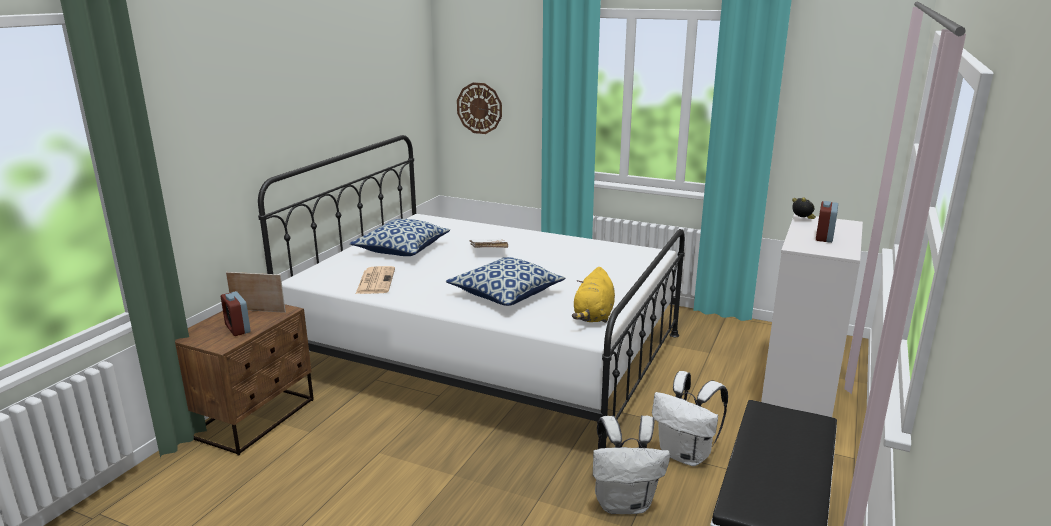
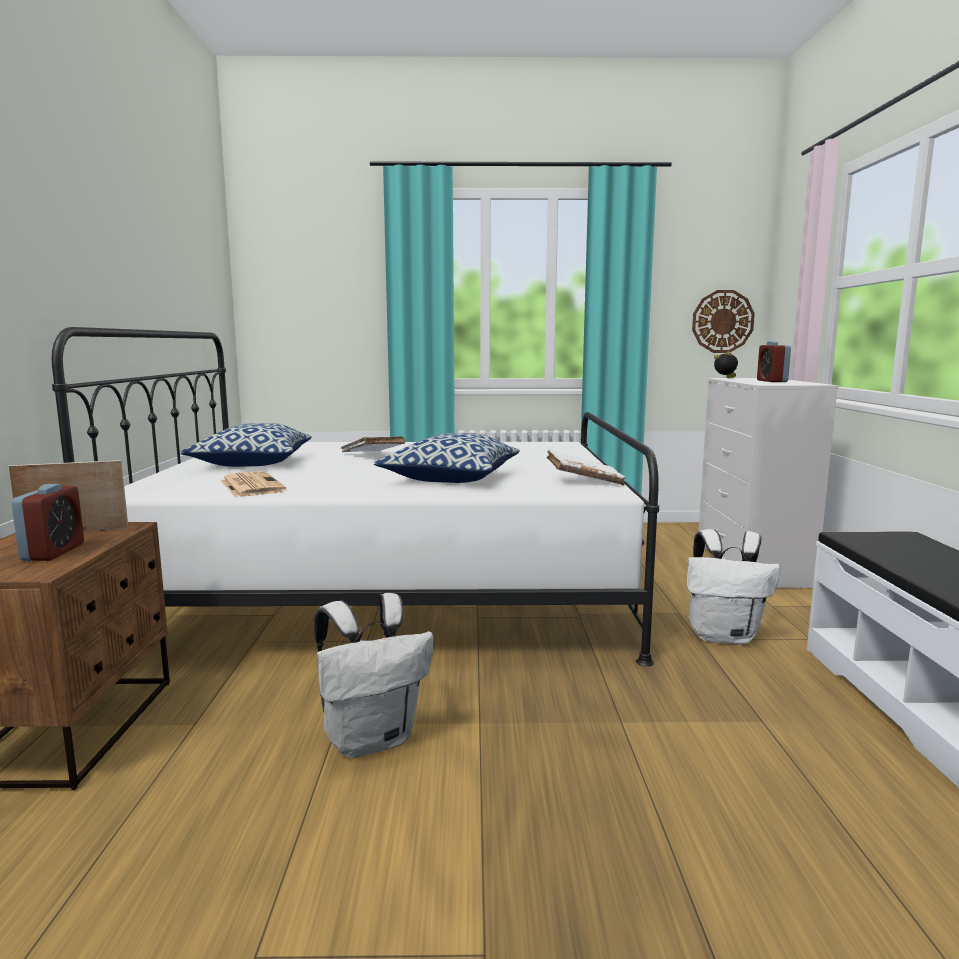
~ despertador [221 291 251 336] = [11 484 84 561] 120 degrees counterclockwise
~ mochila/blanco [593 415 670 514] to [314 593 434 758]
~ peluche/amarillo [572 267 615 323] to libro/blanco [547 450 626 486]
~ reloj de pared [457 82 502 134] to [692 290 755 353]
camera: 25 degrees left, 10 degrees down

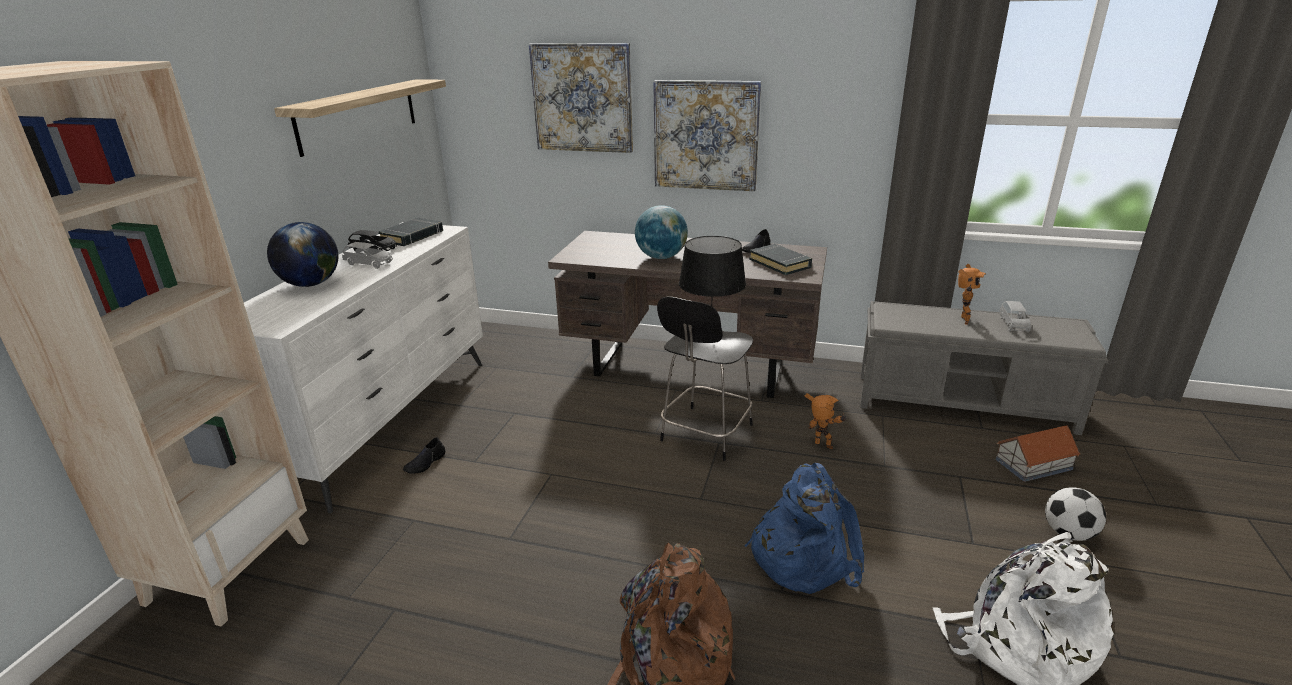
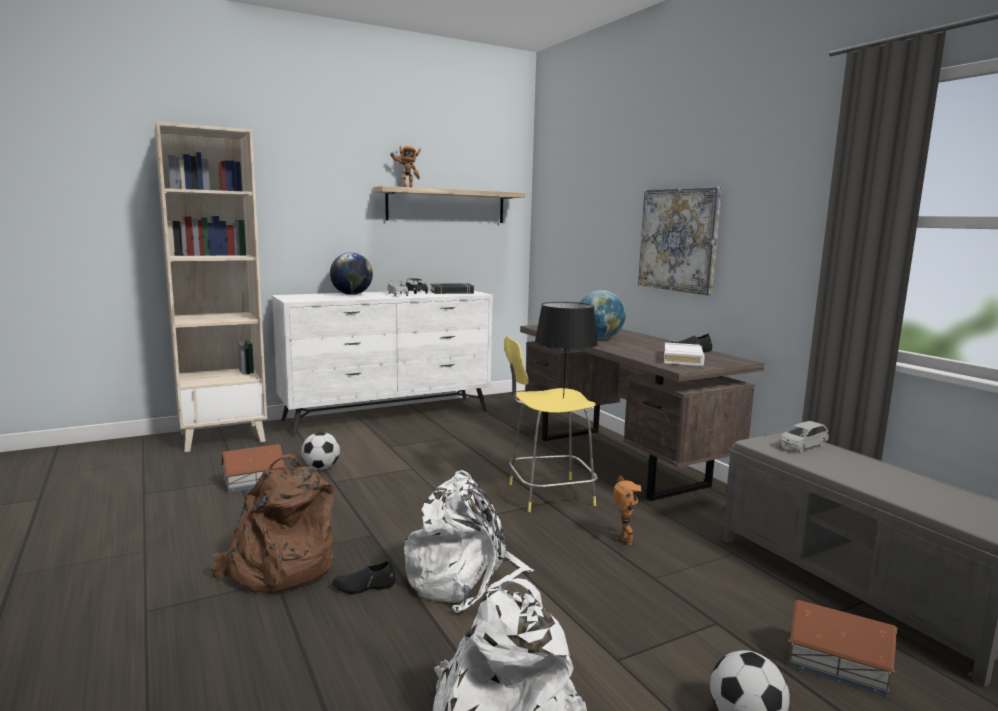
+ casita [221 444 286 493]
+ balón de fútbol [301 432 340 470]
~ zapato/negro [403 437 445 474] to [332 561 396 594]
~ robot de juguete [958 264 986 325] to [390 146 421 187]
~ mochila/azul [744 463 864 594] to mochila/blanco [404 470 534 613]
~ taburete/negro [657 297 753 461] to taburete/amarillo [504 336 598 512]
~ libro/negro [749 244 812 275] to libro/blanco [664 343 705 366]
~ coche de juguete/gris [999 301 1031 333] to [778 421 829 453]
- cuadro [529 43 633 153]
camera: 45 degrees right, 15 degrees down

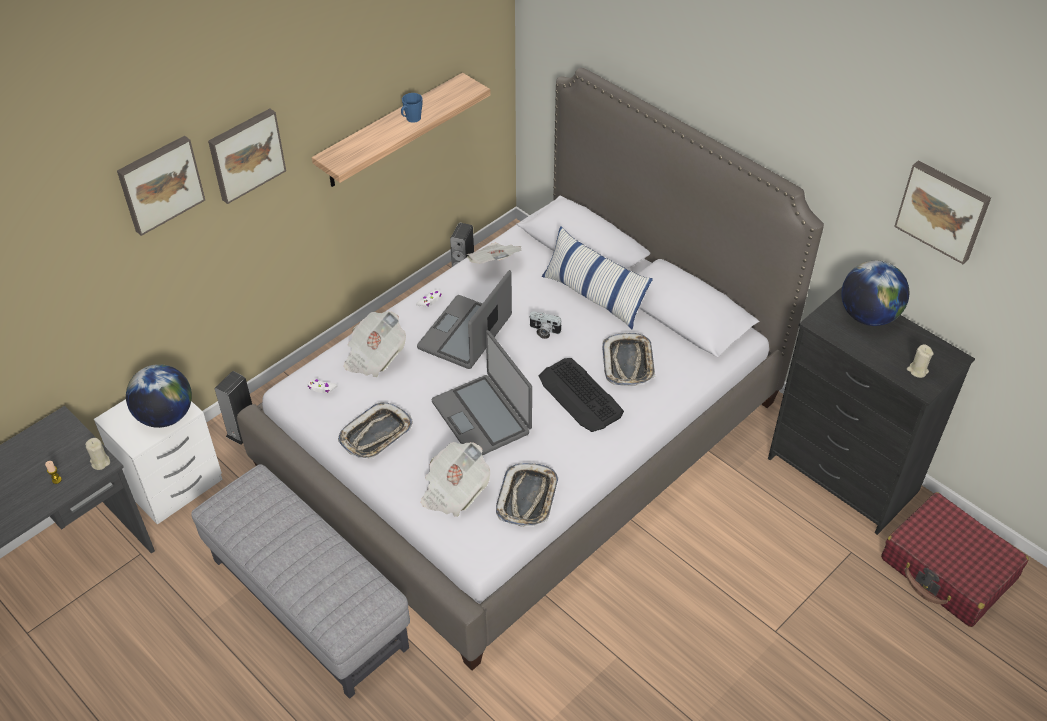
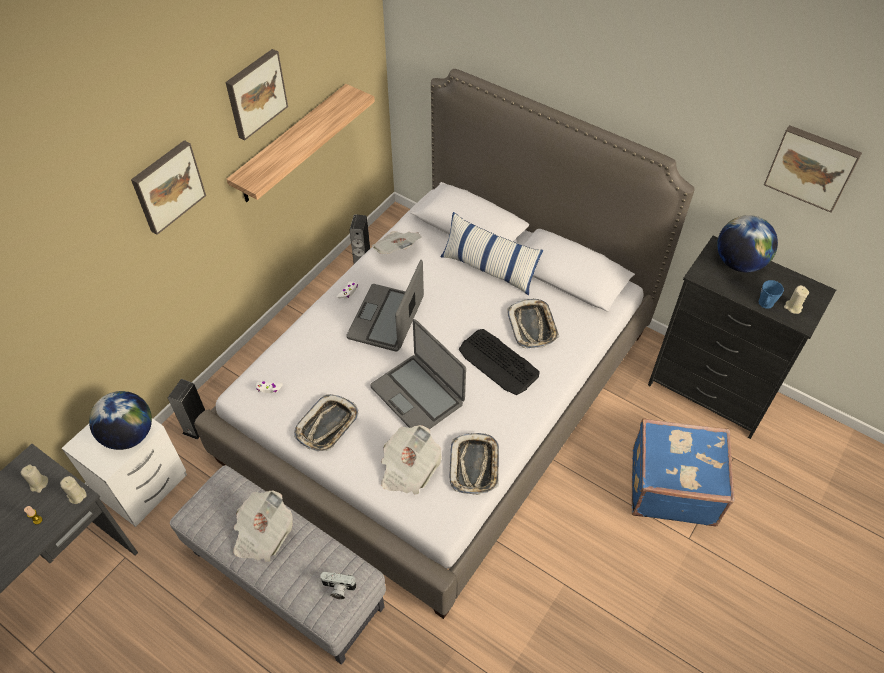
+ vela/beis [20 464 48 493]
~ cuadro [117 136 205 236] to [225 49 288 140]
~ periódico [344 311 406 377] to [233 491 293 562]
~ cámara [529 311 562 339] to [320 572 357 599]
+ maleta/azul [632 418 735 526]
~ taza grande/azul [401 93 423 123] to [758 280 784 309]
- maleta/rojo [881 492 1029 627]
camera: 10 degrees left, 5 degrees up

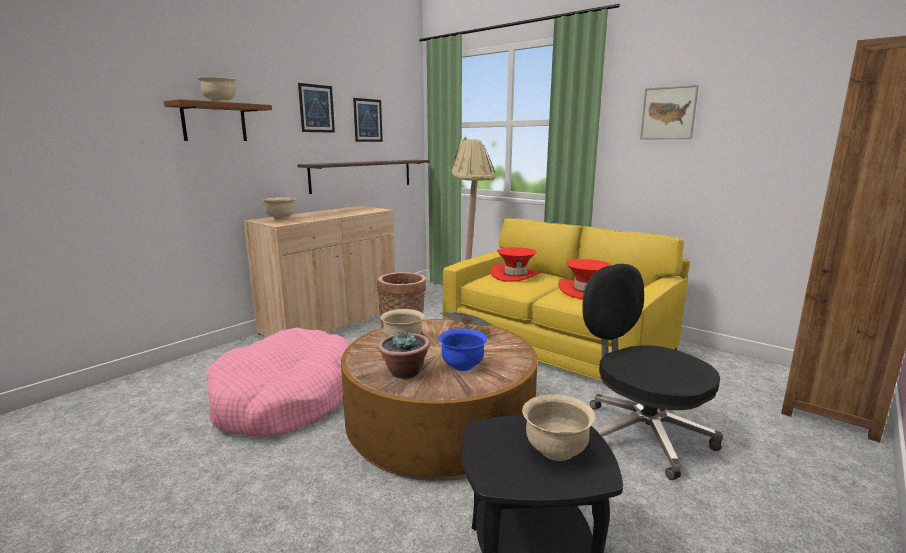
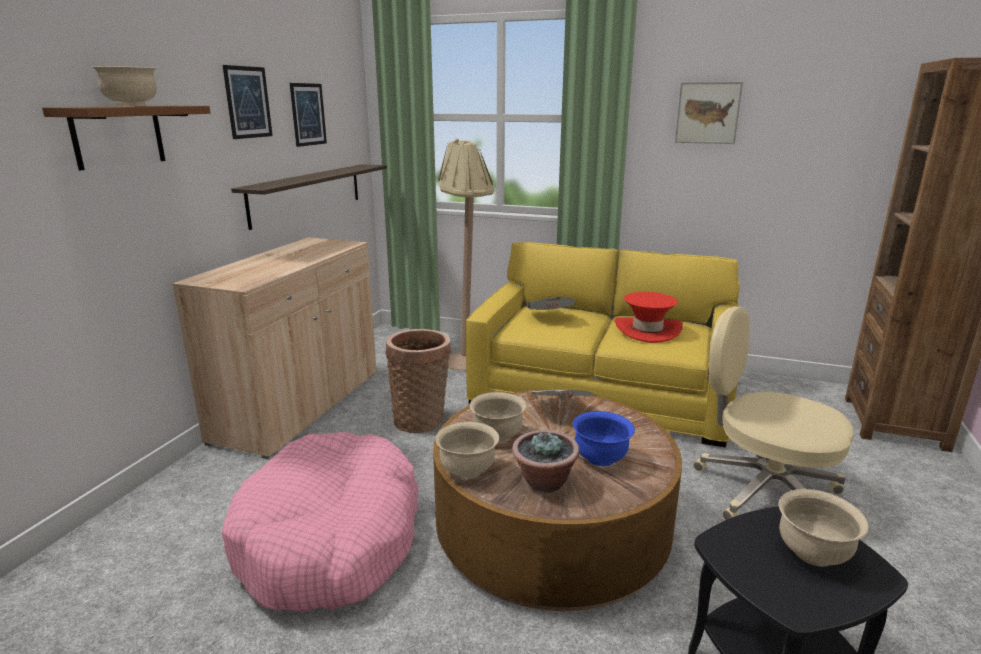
~ cuenco/beis [262 197 296 220] to [435 421 499 479]
~ sombrero/rojo [491 247 541 282] to periódico [526 297 576 310]
~ silla de oficina/negro [583 264 723 480] to silla de oficina/beis [693 306 854 520]
camera: 20 degrees left, 5 degrees up

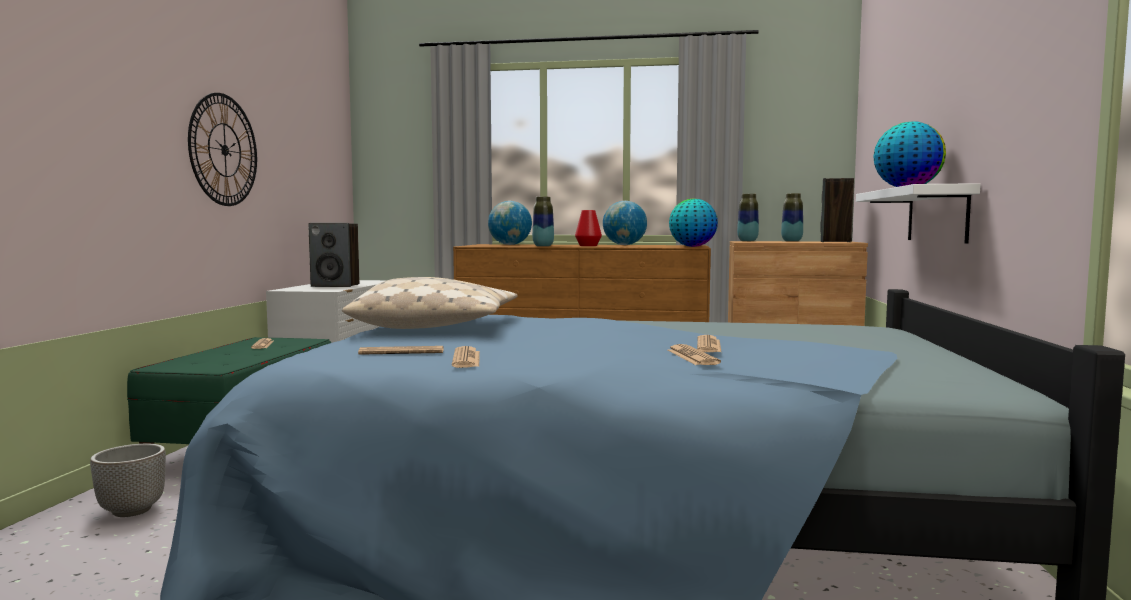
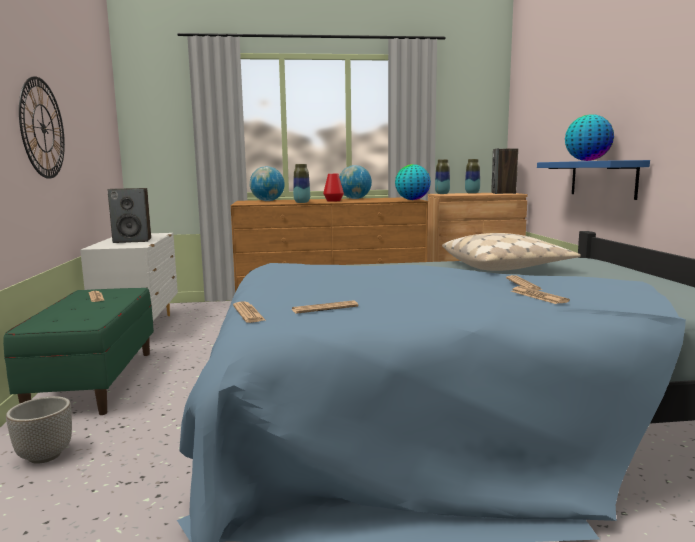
~ periódico [452 346 480 368] to [233 302 265 323]
~ cojín/beis [342 277 518 329] to [442 233 581 271]
~ estante/blanco [856 183 981 244] to estante/azul [537 160 650 200]
camera: 15 degrees left, 5 degrees up

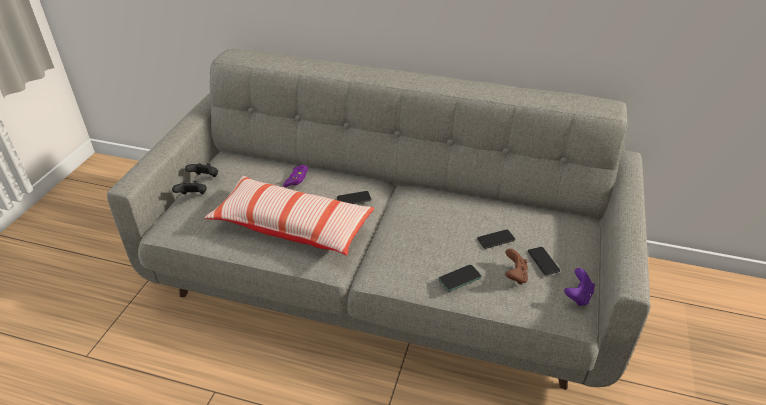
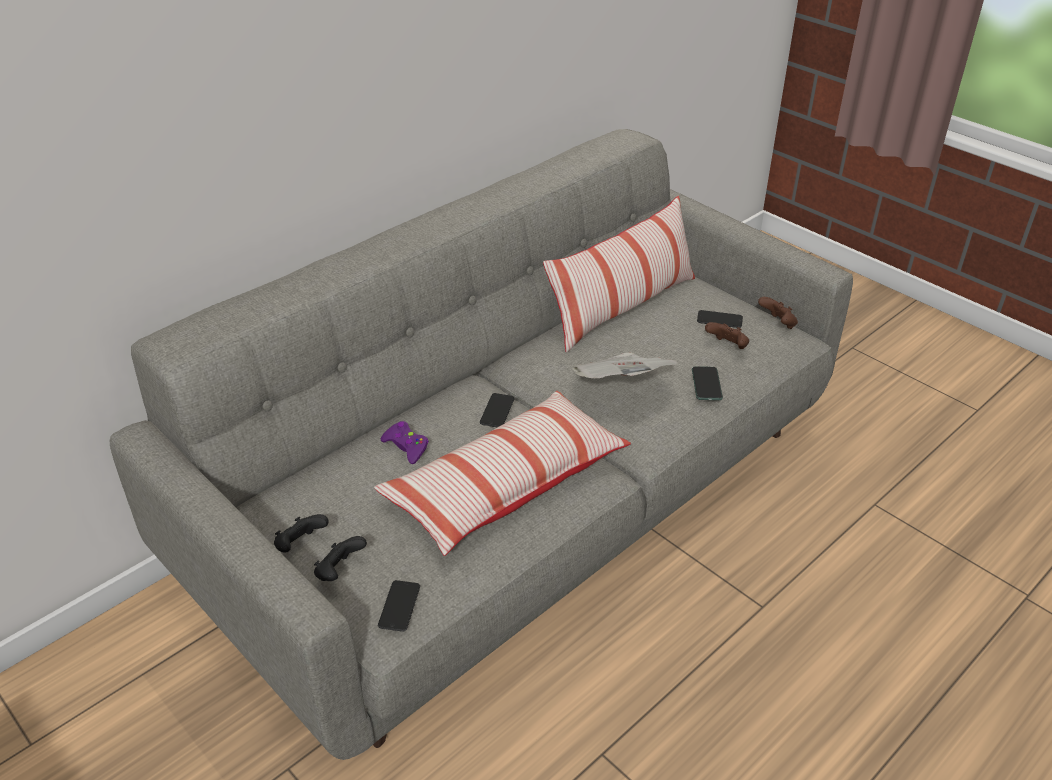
~ móvil [477 230 515 249] to [378 580 420 632]
+ cojín [543 196 695 353]
+ periódico [572 353 677 378]
~ mando de consola/morado [564 268 595 306] to mando de consola/marrón [758 297 798 329]
camera: 60 degrees left, 0 degrees up

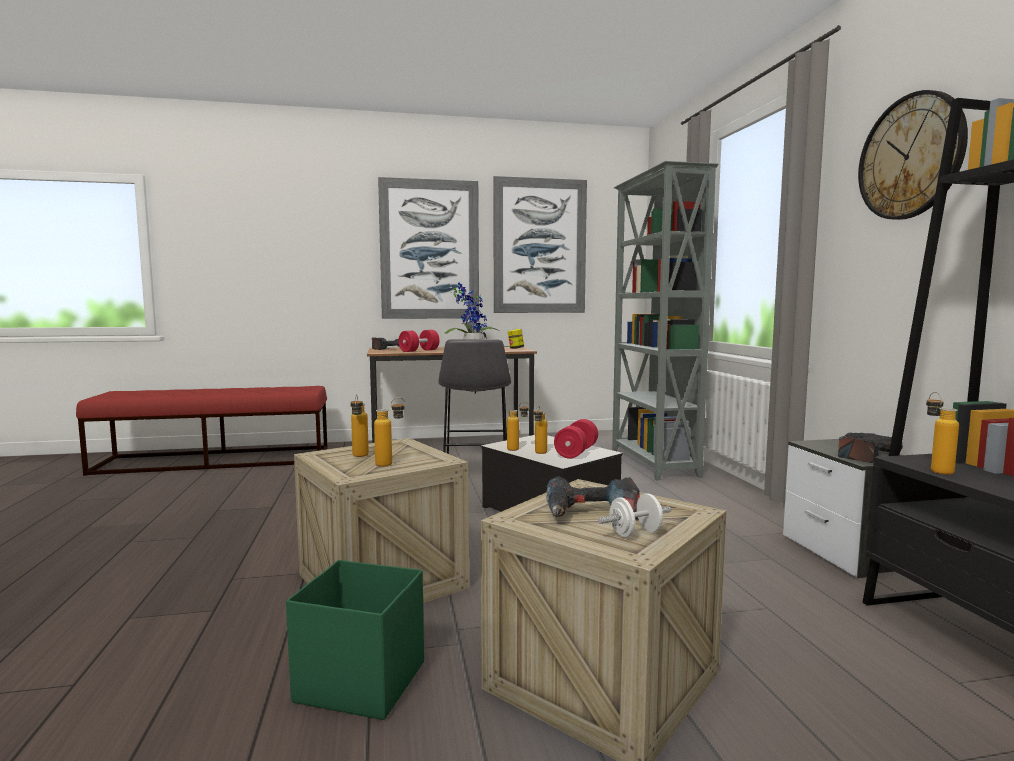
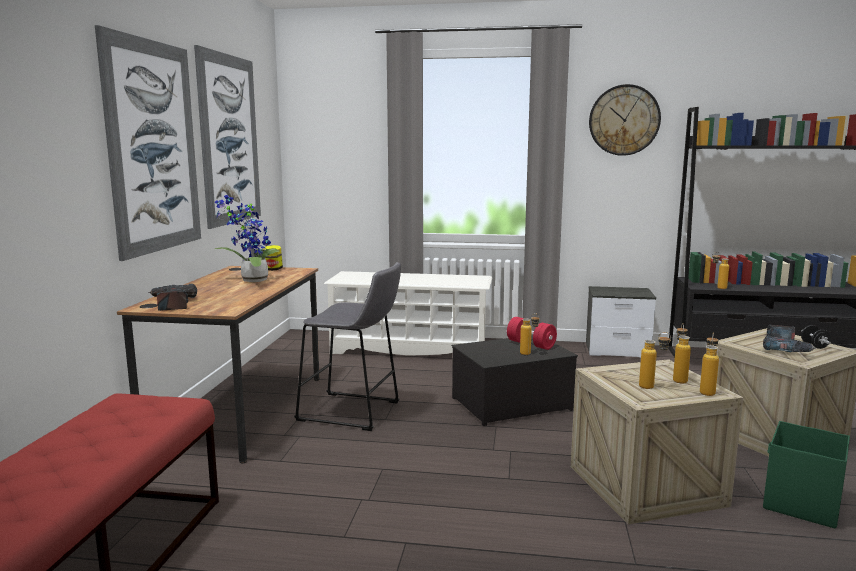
~ estantería/gris [612 161 718 480] to zapatero/blanco [324 271 492 355]
~ botella [507 402 529 451] to [700 333 719 396]
~ mancuerna/blanco [598 493 671 537] to mancuerna/negro [801 325 831 349]
- mancuerna/rojo [398 330 440 352]
- taladro [838 433 903 463]
camera: 70 degrees left, 5 degrees up

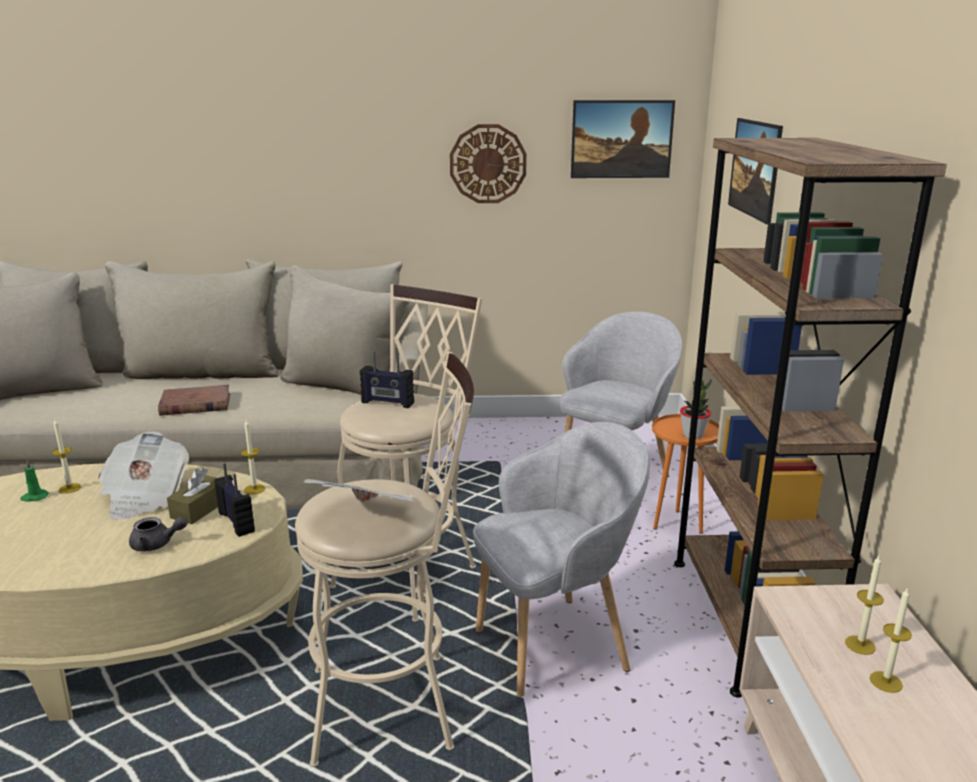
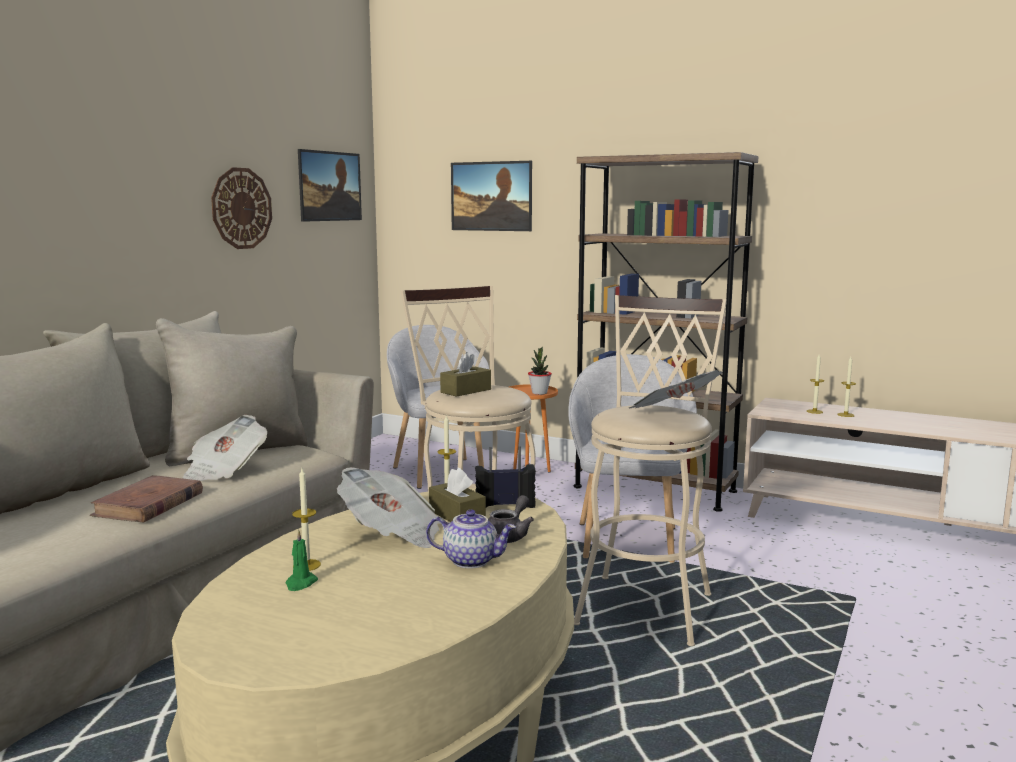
+ periódico [182 415 267 481]
+ tetera [426 509 516 569]
~ radio [360 351 414 408] to caja de pañuelos/marrón [440 352 491 397]
camera: 60 degrees left, 10 degrees down

